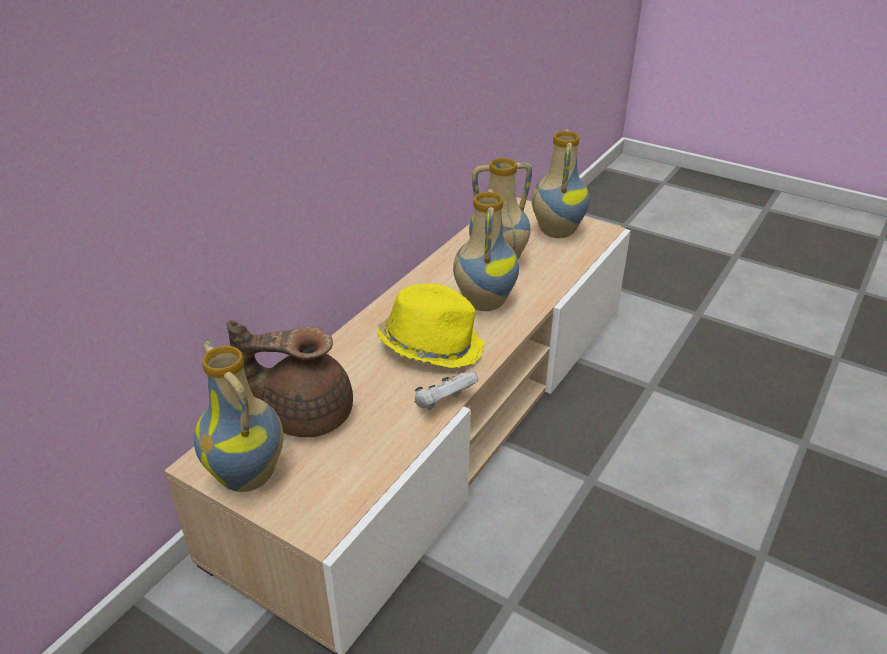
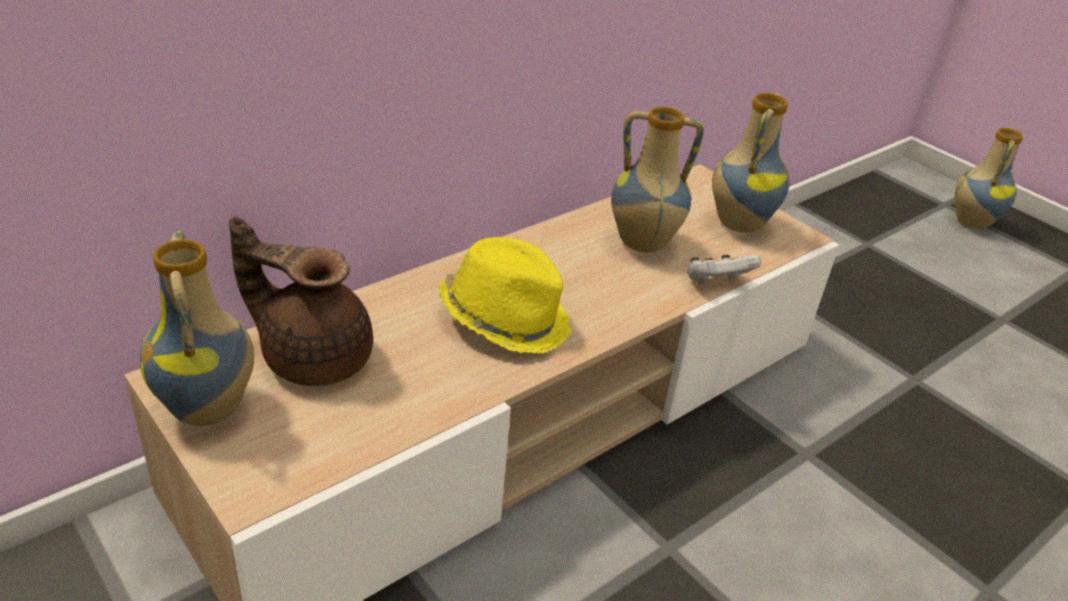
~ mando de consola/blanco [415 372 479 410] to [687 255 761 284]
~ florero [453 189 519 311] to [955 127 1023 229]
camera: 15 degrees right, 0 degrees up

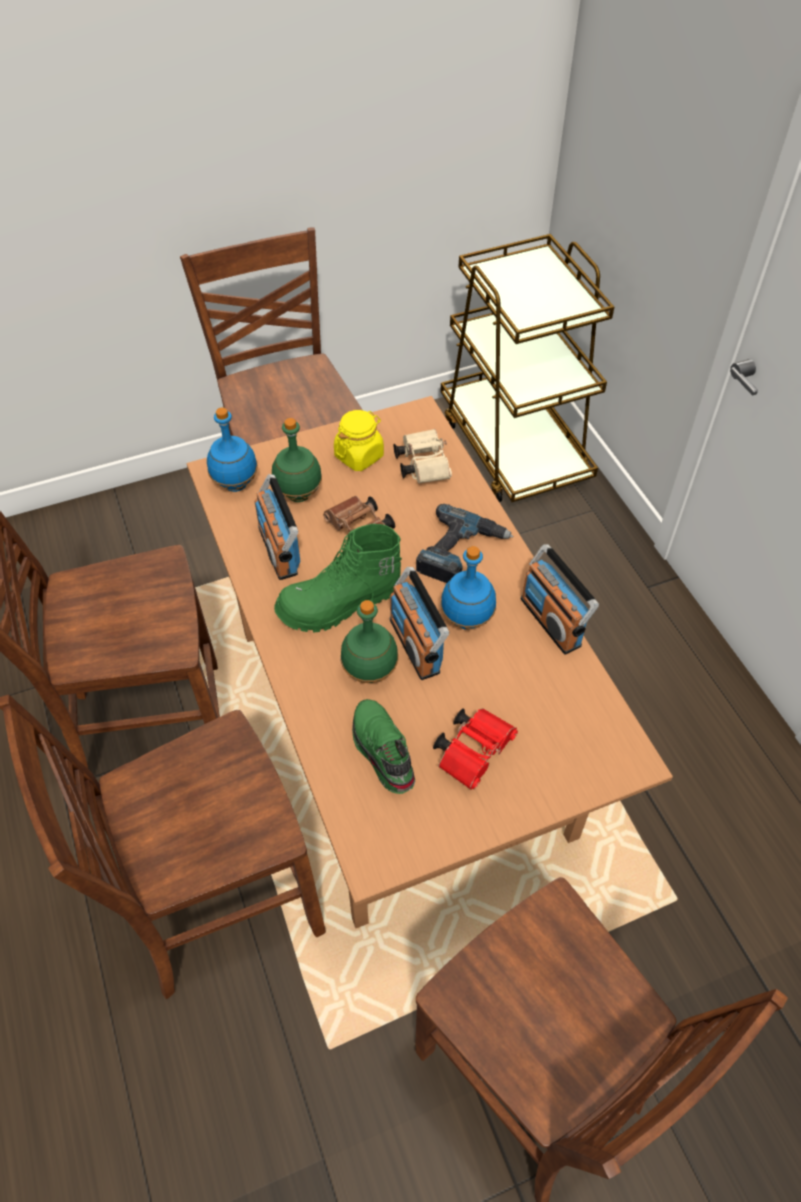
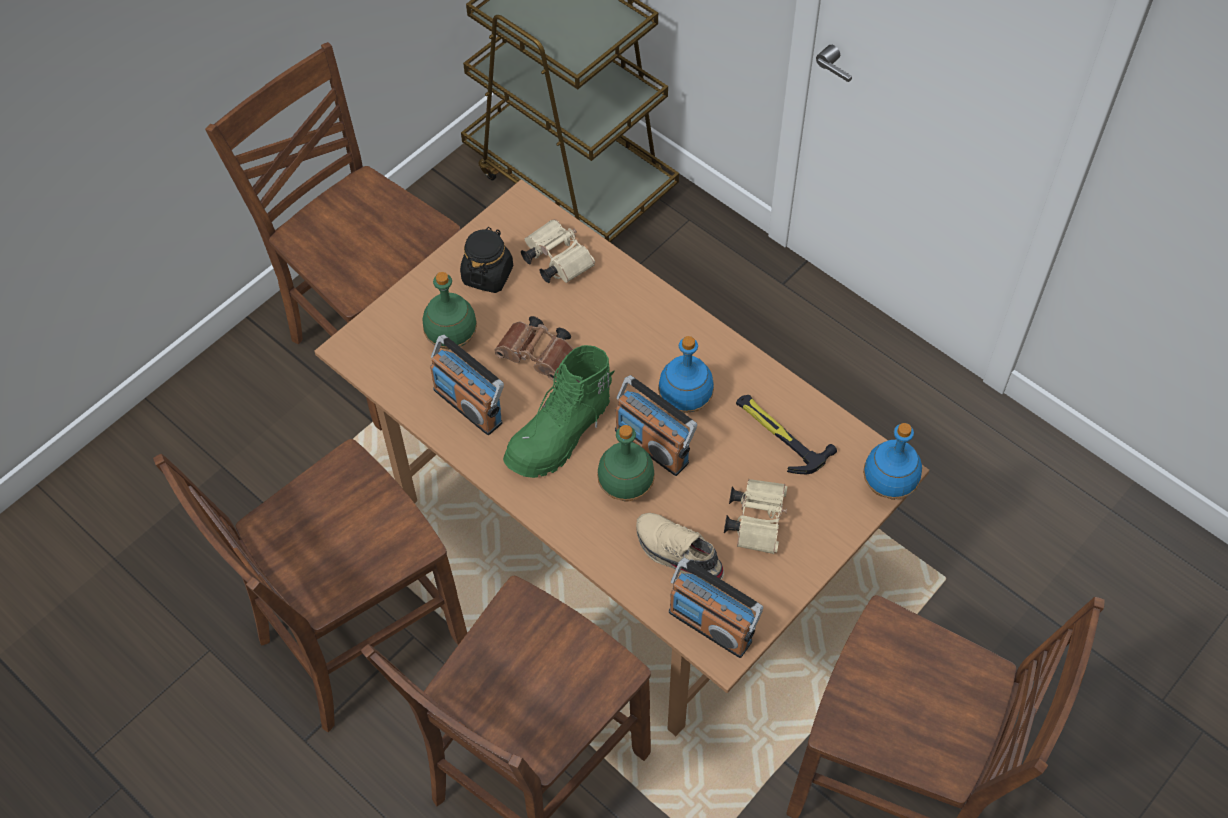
~ tarro/amarillo [334 410 384 471] to tarro/negro [460 227 513 293]
~ zapato/verde [352 699 415 794] to zapato/beis [636 513 724 586]
~ radio [521 545 599 654] to [669 557 763 658]
~ prismáticos/rojo [433 708 518 790] to prismáticos/beis [724 479 788 554]
+ martillo [736 395 837 474]
~ botella/azul [207 407 258 492] to [863 423 922 500]
- taladro [416 504 514 583]
camera: 25 degrees left, 5 degrees up

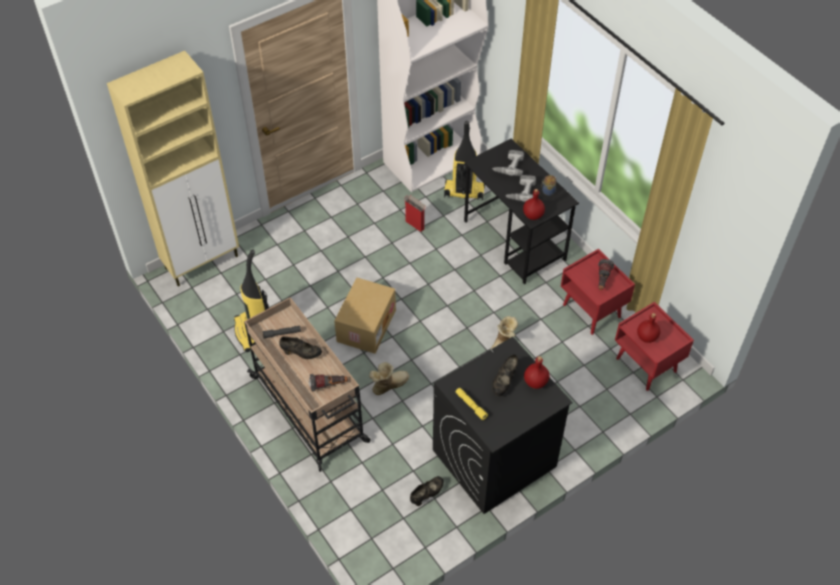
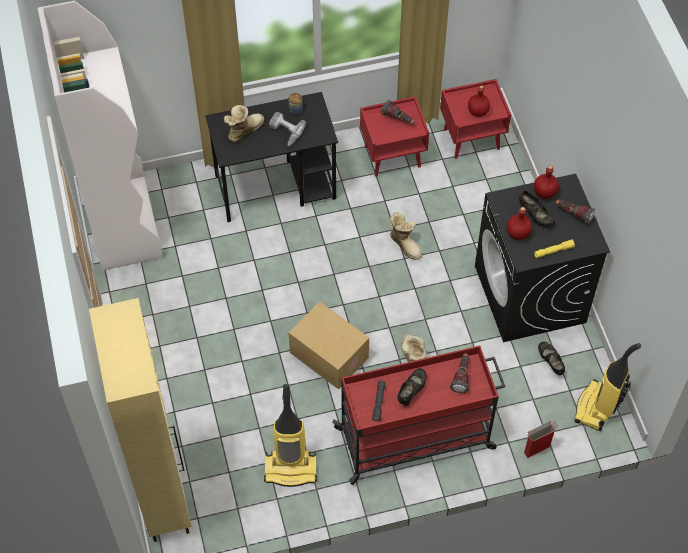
~ taladro [492 150 524 176] to bota [224 105 264 142]
~ carrito/beis [244 297 371 472] to carrito/rojo [332 346 505 485]
~ botella/rojo [523 189 545 220] to [507 207 532 240]
~ caja de cartón [404 195 426 232] to [524 421 558 458]
+ linterna [555 200 595 225]
~ aspiradora [444 121 485 201] to [574 343 641 431]
camera: 70 degrees left, 5 degrees up

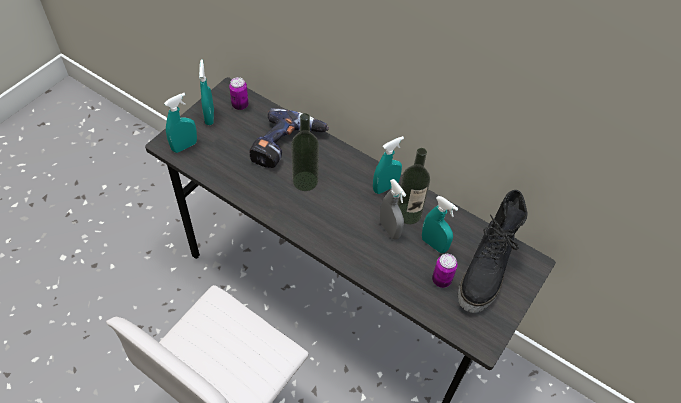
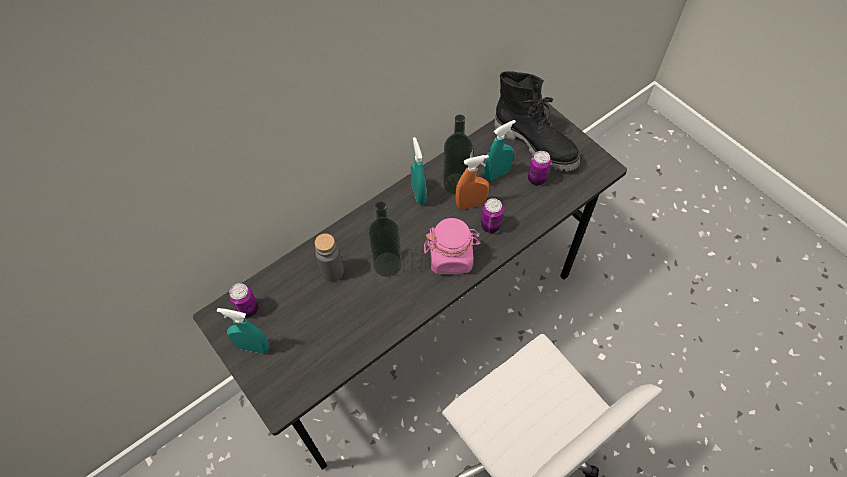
~ taladro [249 108 329 168] to botella/gris [315 233 344 282]
+ tarro/rosa [424 218 480 274]
~ pulverizador/gris [380 179 406 240] to pulverizador/naranja [455 155 489 209]
+ lata [481 198 503 233]
- pulverizador/turquesa [164 93 197 153]
camera: 70 degrees left, 5 degrees up

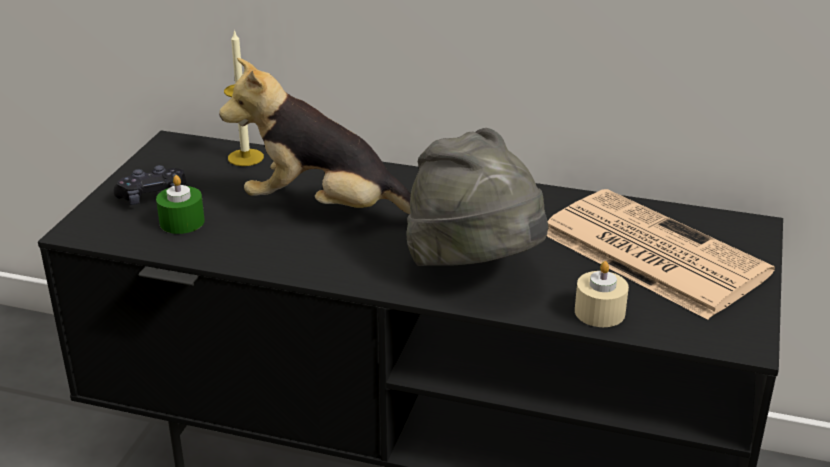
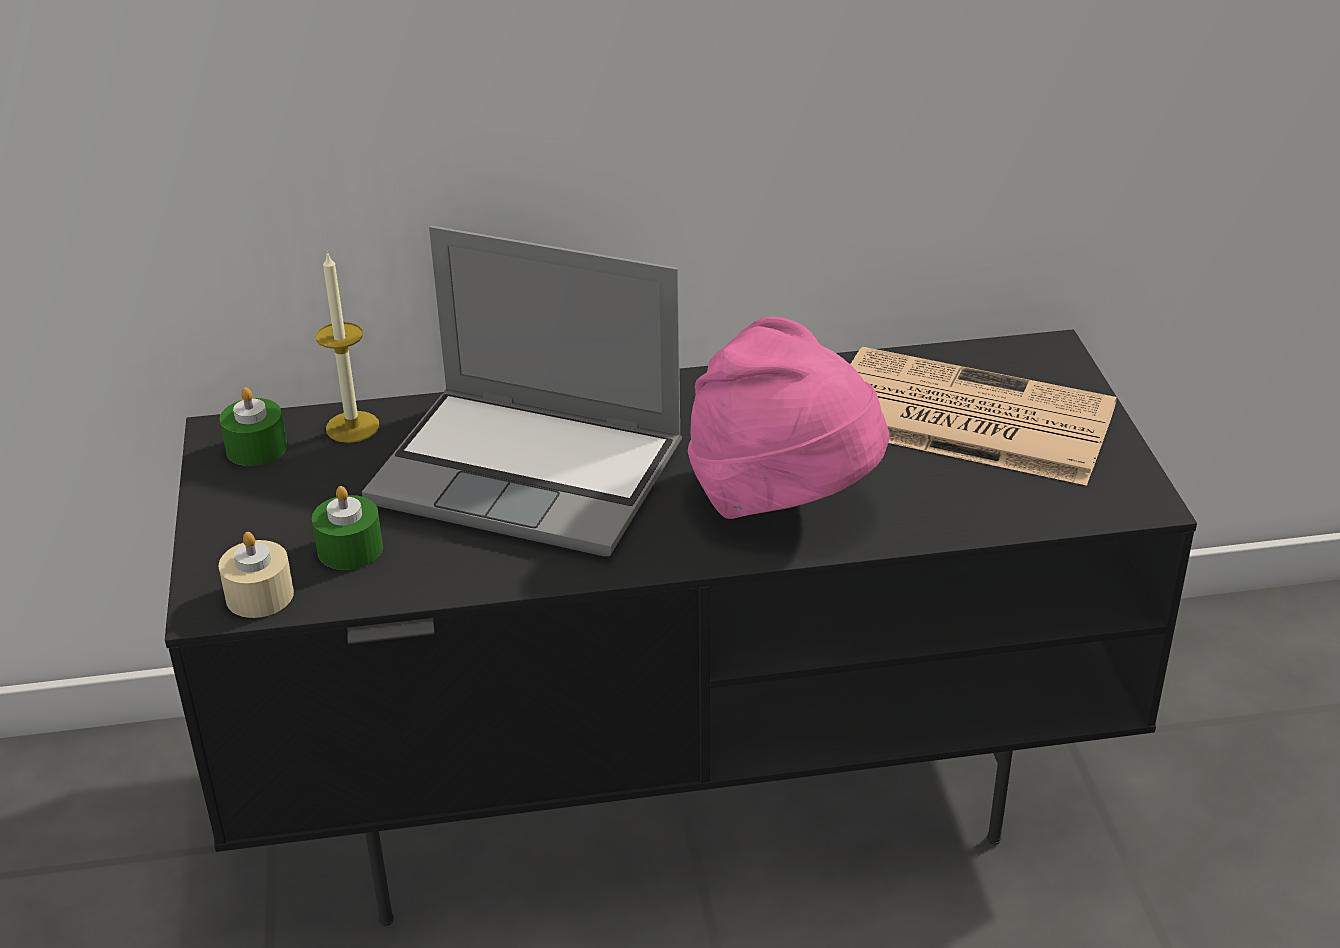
~ vela/beis [575 261 629 327] to [219 532 294 618]
+ vela/verde [220 387 287 466]
~ peluche [219 58 411 214] to portátil [362 226 682 556]
~ sombrero/gris [406 128 549 266] to sombrero/rosa [688 316 889 519]
- mando de consola/negro [113 165 186 205]
camera: 25 degrees left, 5 degrees up

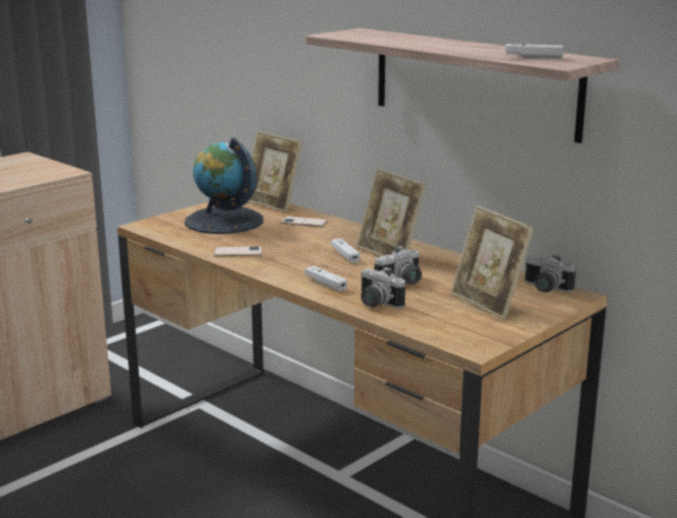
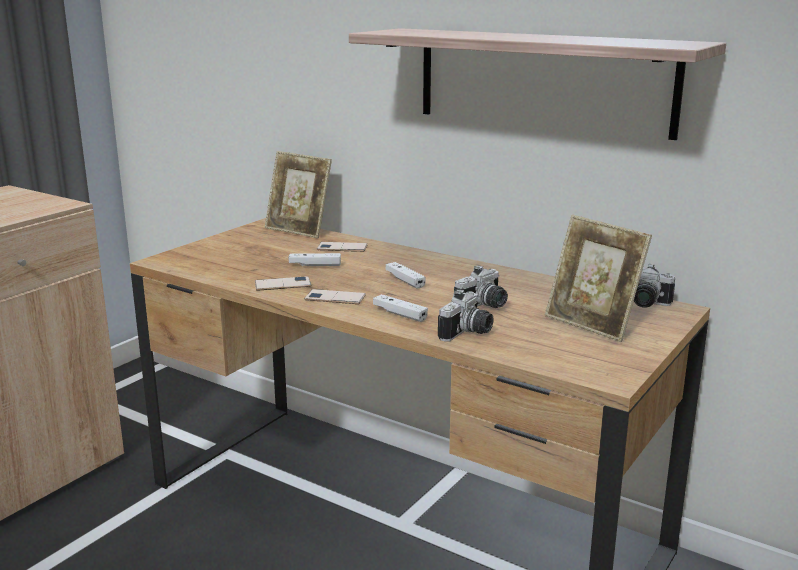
~ mando de consola/blanco [505 44 564 59] to [289 253 341 266]
+ móvil [304 289 366 304]
~ cámara [360 267 405 308] = [438 289 493 342] 90 degrees counterclockwise
- globo terráqueo [184 137 263 234]
- portarretratos [356 168 426 257]
camera: 10 degrees left, 0 degrees up

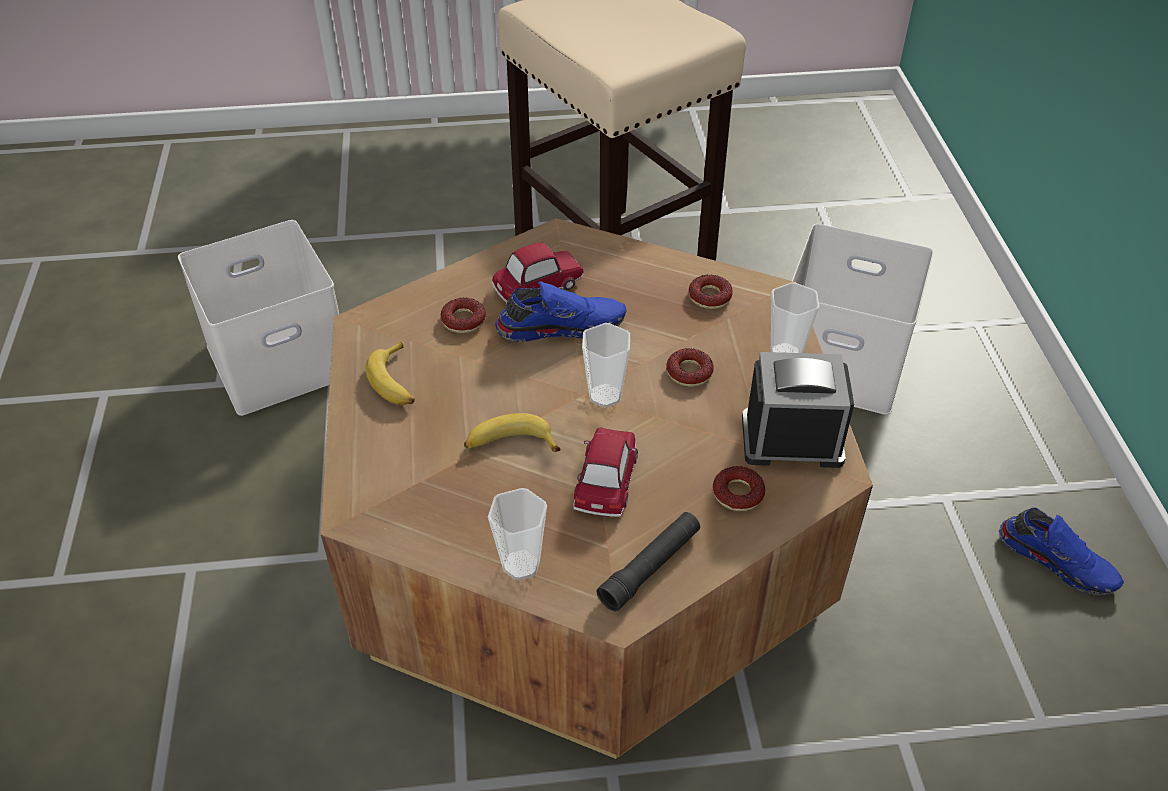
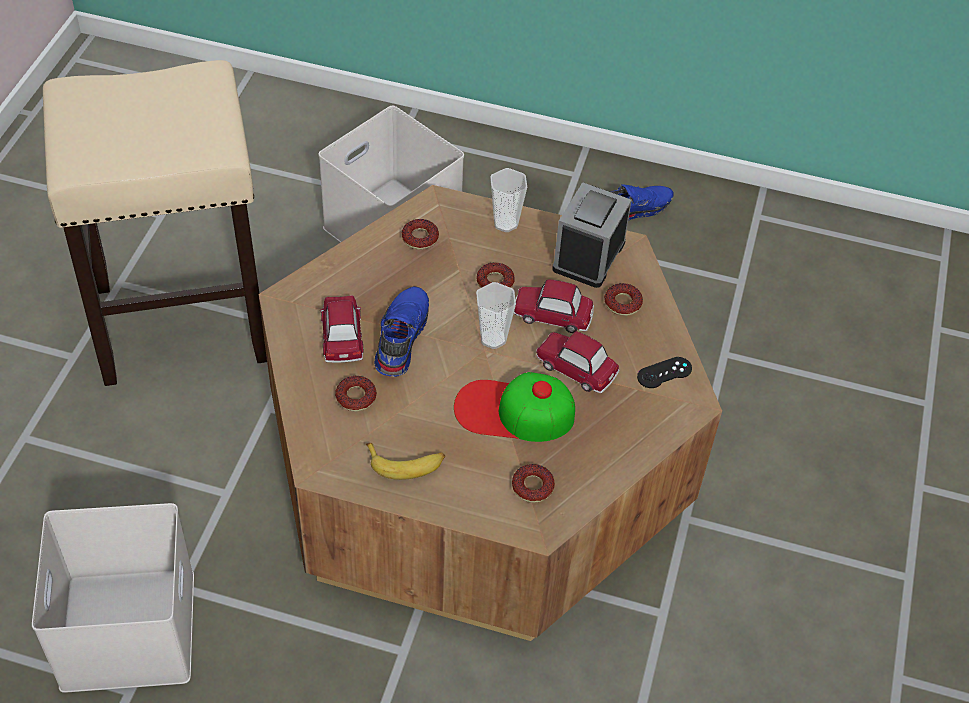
~ plátano [464 413 561 452] to gorra [454 372 575 442]
+ rosquilla [512 464 555 503]
+ coche de juguete [514 279 594 333]
~ linterna/negro [597 512 700 612] to mando de consola/negro [637 357 692 388]
- taza [488 488 547 580]
camera: 70 degrees left, 5 degrees up

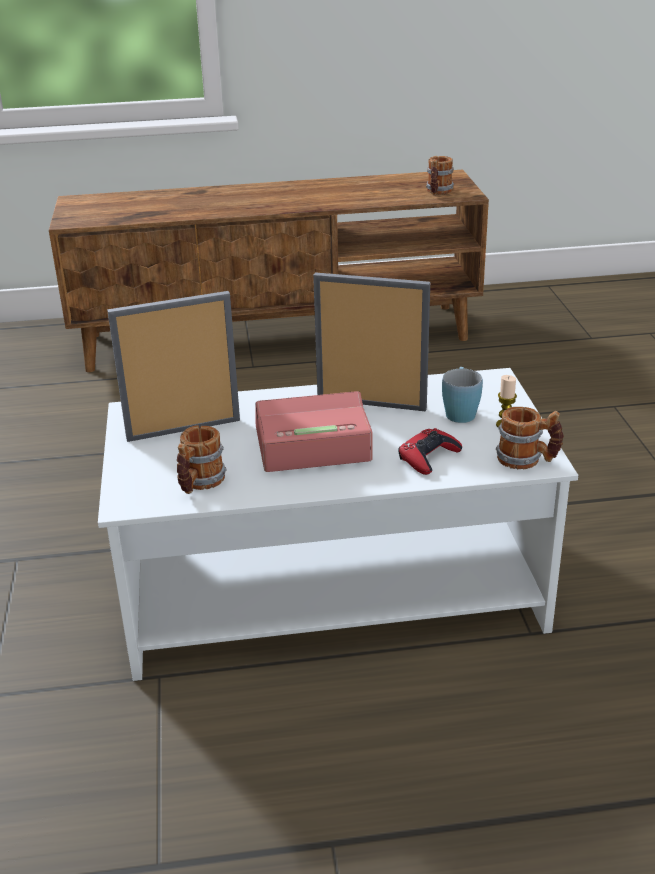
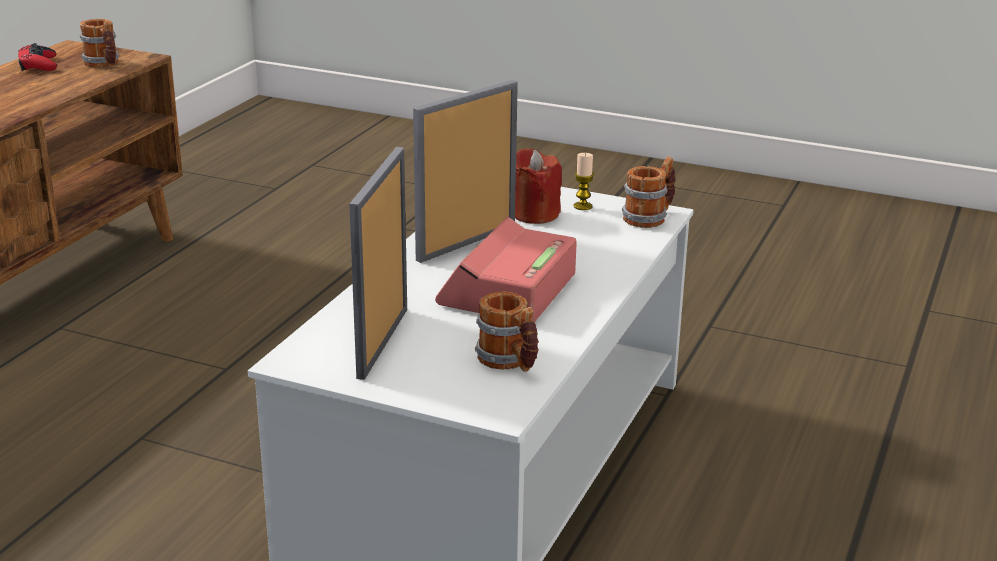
~ mando de consola/rojo [398 428 462 475] to [18 43 57 71]
~ taza grande/azul [442 367 483 423] to vela/rojo [515 148 562 224]
camera: 60 degrees left, 5 degrees down

